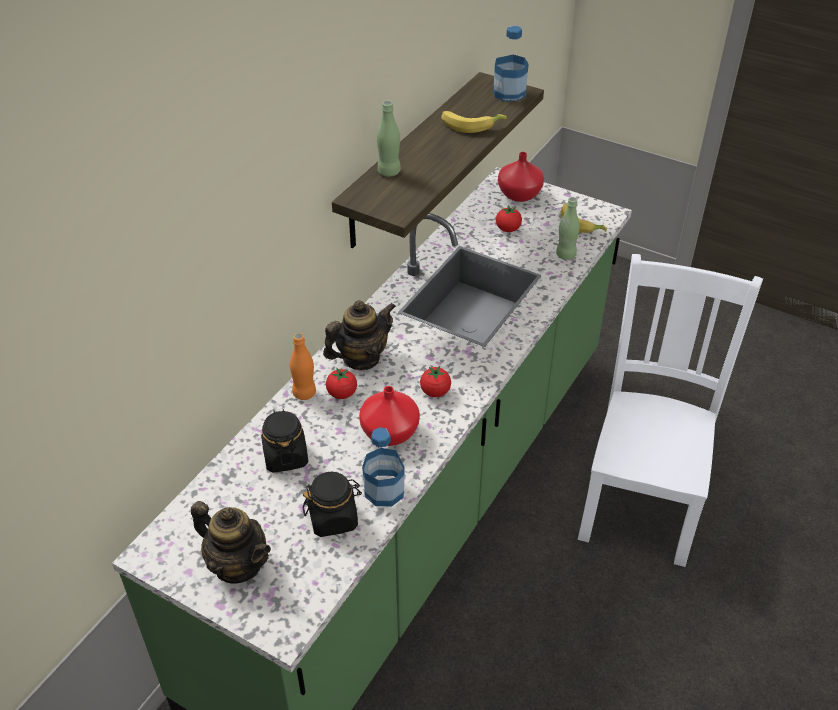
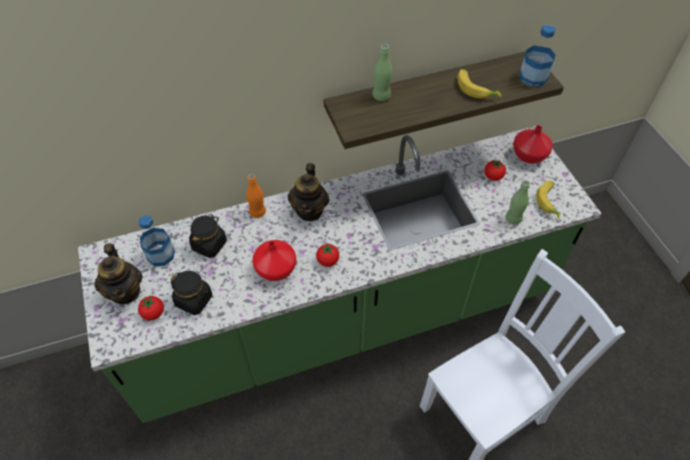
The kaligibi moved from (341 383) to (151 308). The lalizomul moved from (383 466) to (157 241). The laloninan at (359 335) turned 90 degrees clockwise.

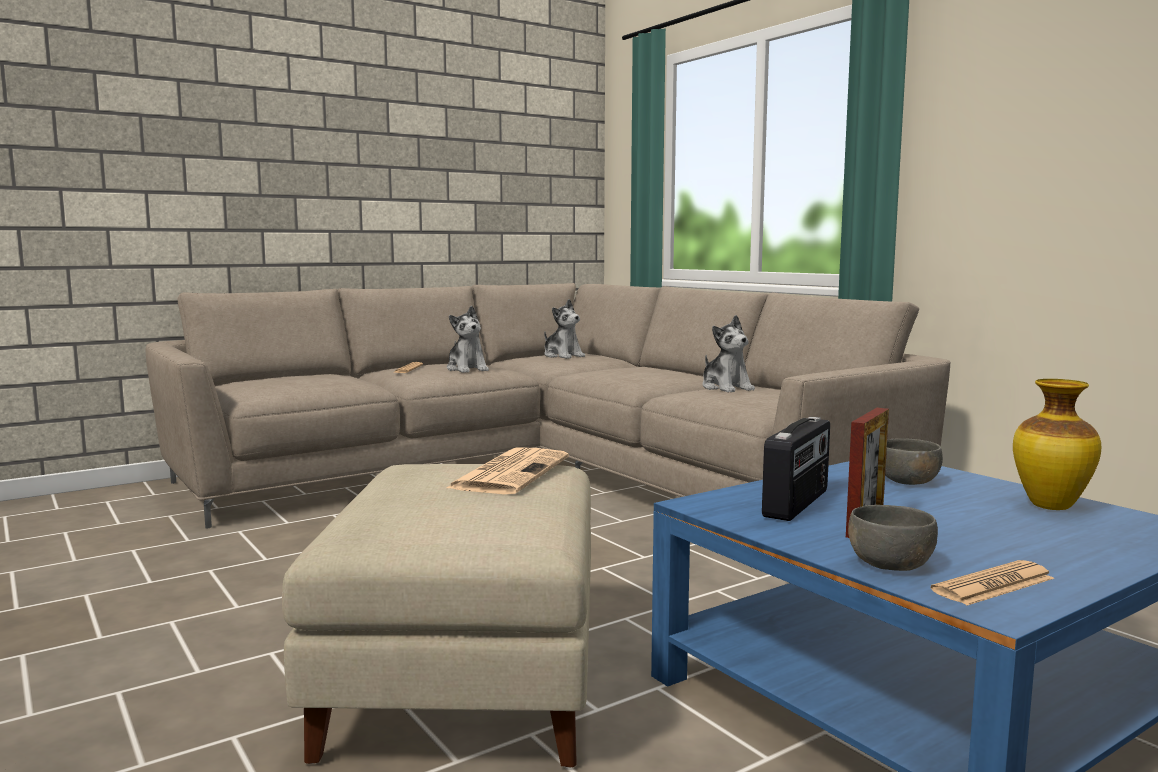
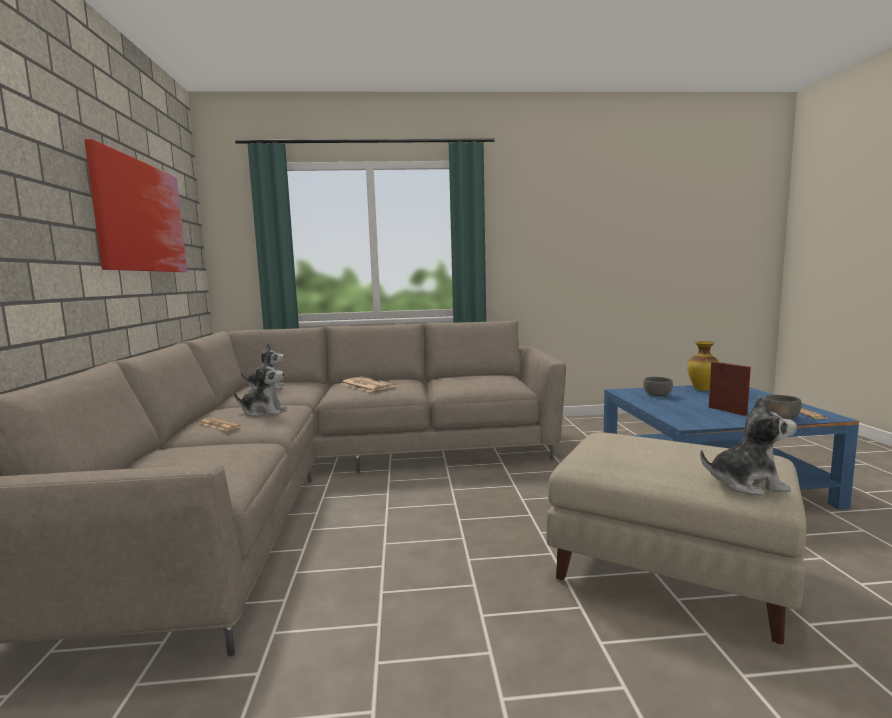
The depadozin at (796 469) disappeared. The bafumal at (135 205) appeared. The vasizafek moved from (507 470) to (368 384). The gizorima moved from (728 354) to (748 446).

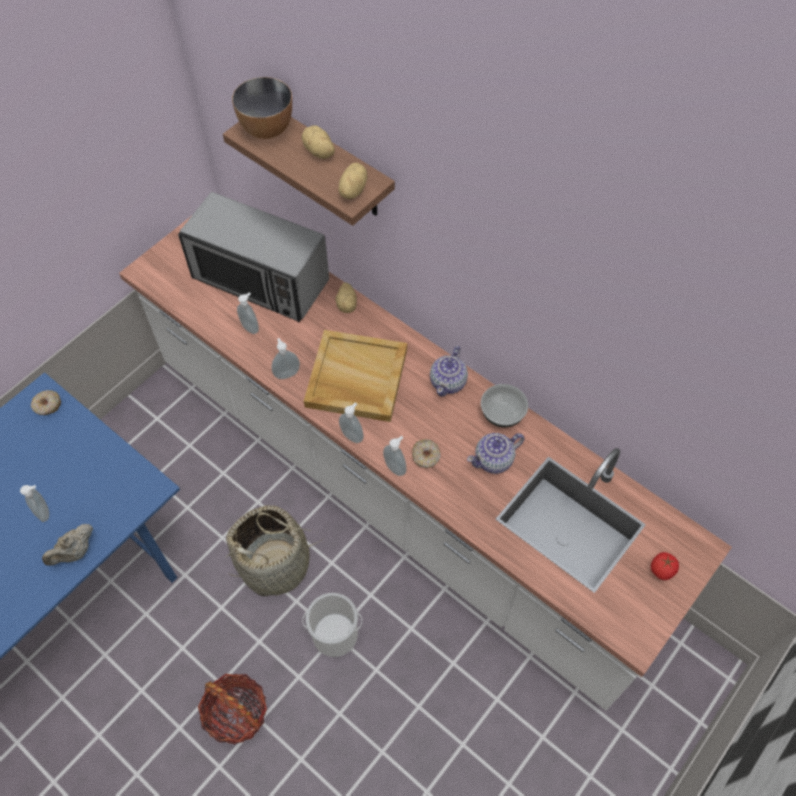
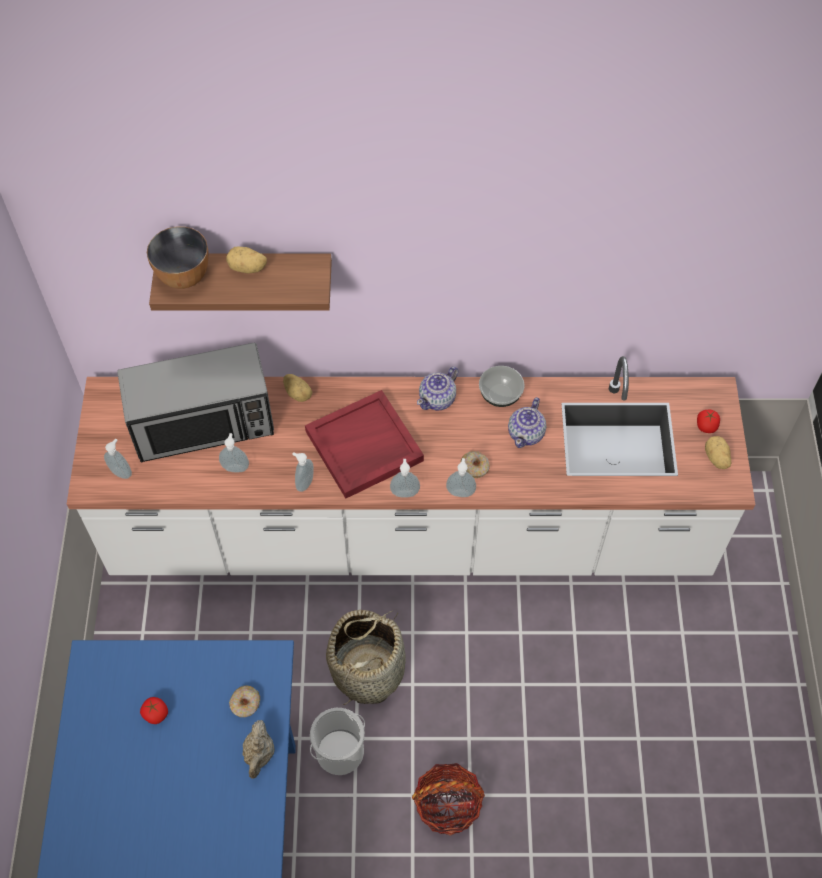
The kaligibi at (154 710) appeared. The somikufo moved from (34 503) to (118 459). The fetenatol moved from (46 402) to (244 701). The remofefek moved from (332 625) to (337 741). The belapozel moved from (353 181) to (718 452). The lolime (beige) at (355 376) became the lolime (red) at (364 444). The laloninan at (449 371) turned 60 degrees clockwise.

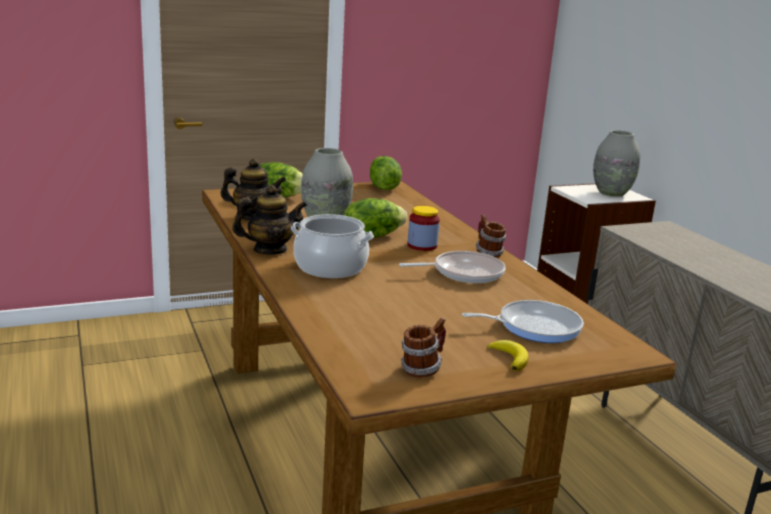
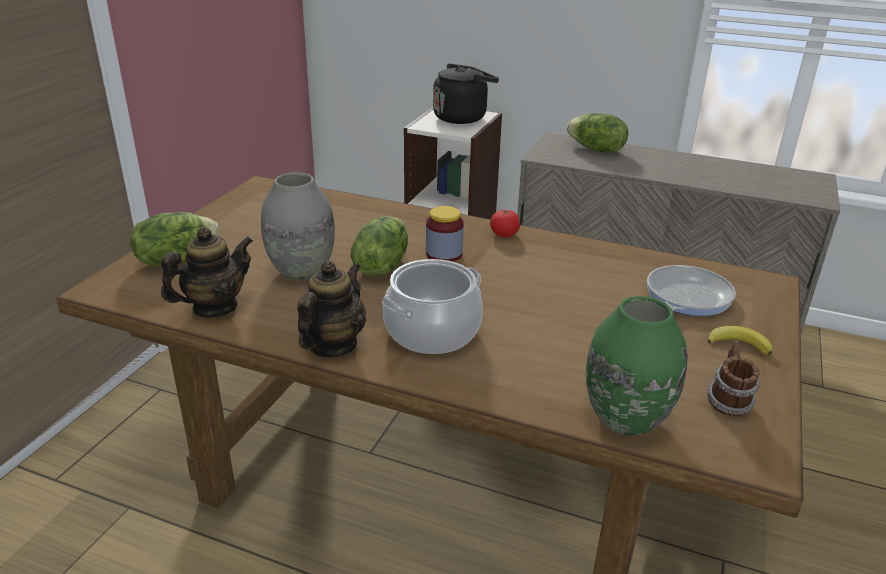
The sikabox at (452 267) disappeared. The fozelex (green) at (637 366) appeared. The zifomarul moved from (386 173) to (597 132). The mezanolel at (491 236) was replaced by the kaligibi at (505 223). The fozelex (grey) at (616 163) was replaced by the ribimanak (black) at (466 94).

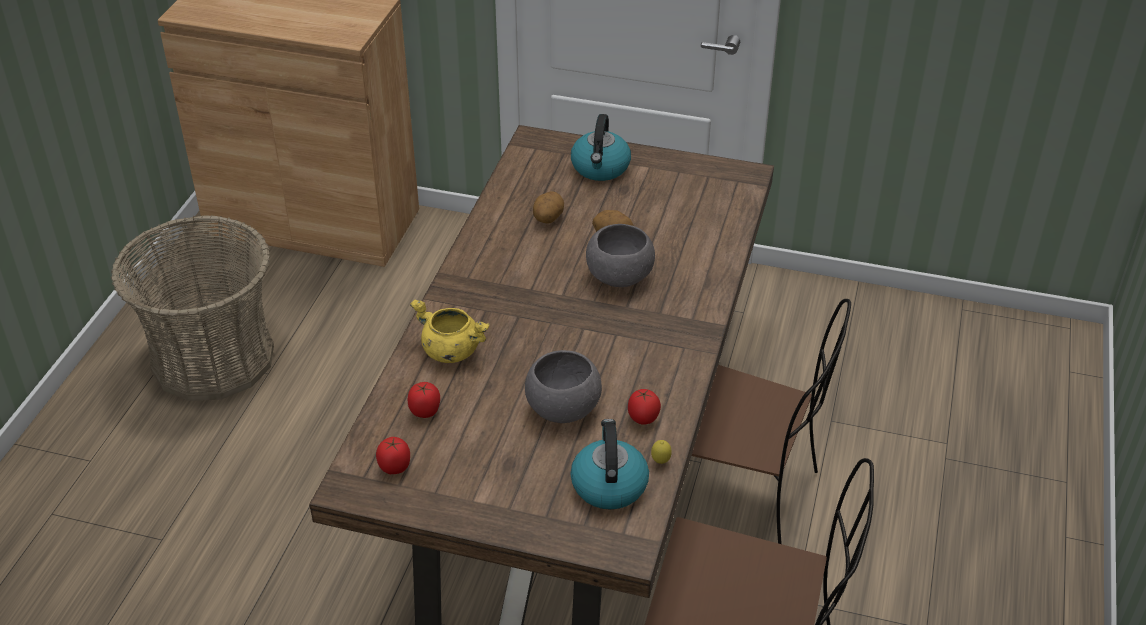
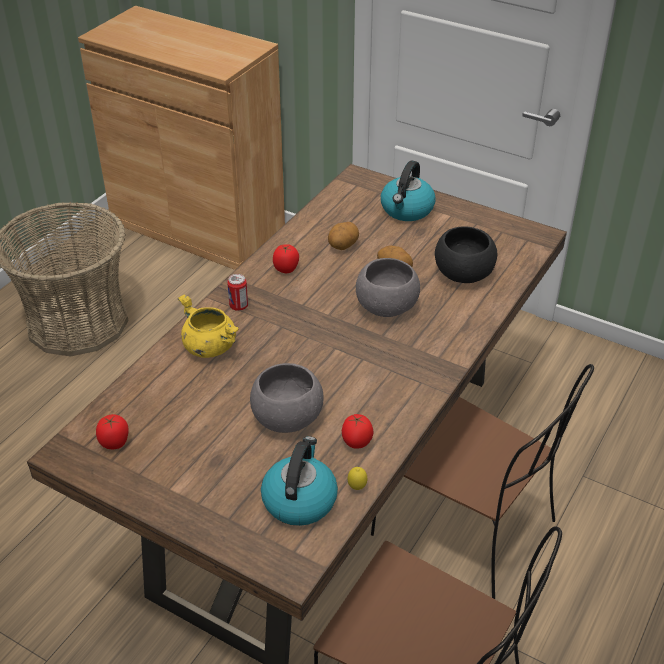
The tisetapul at (237 292) appeared. The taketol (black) at (466 254) appeared. The kaligibi moved from (423 400) to (286 258).

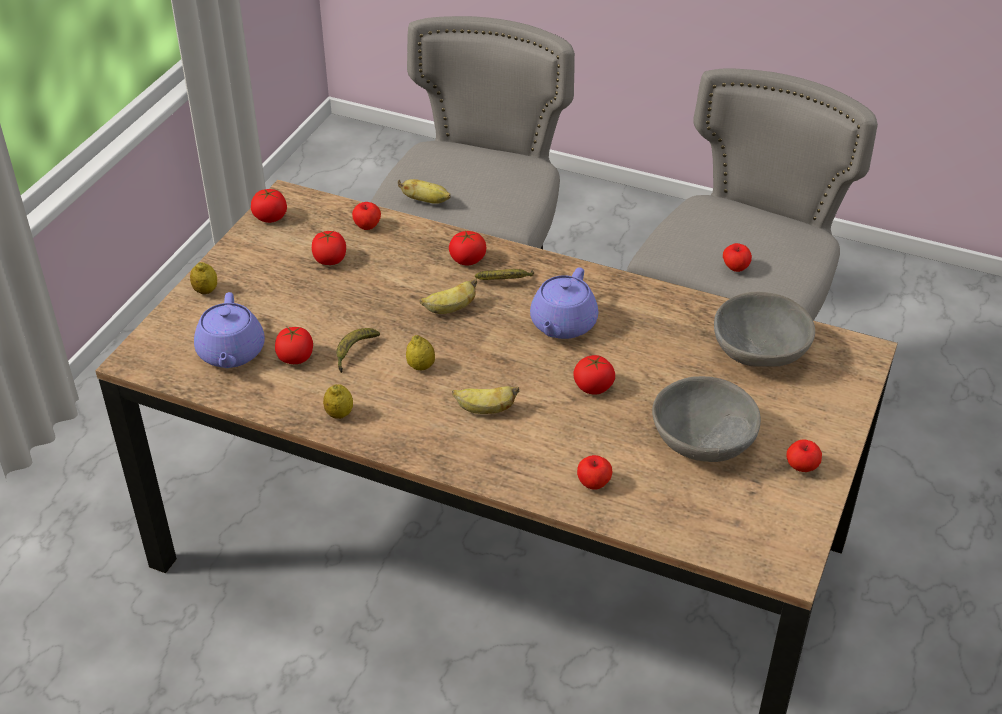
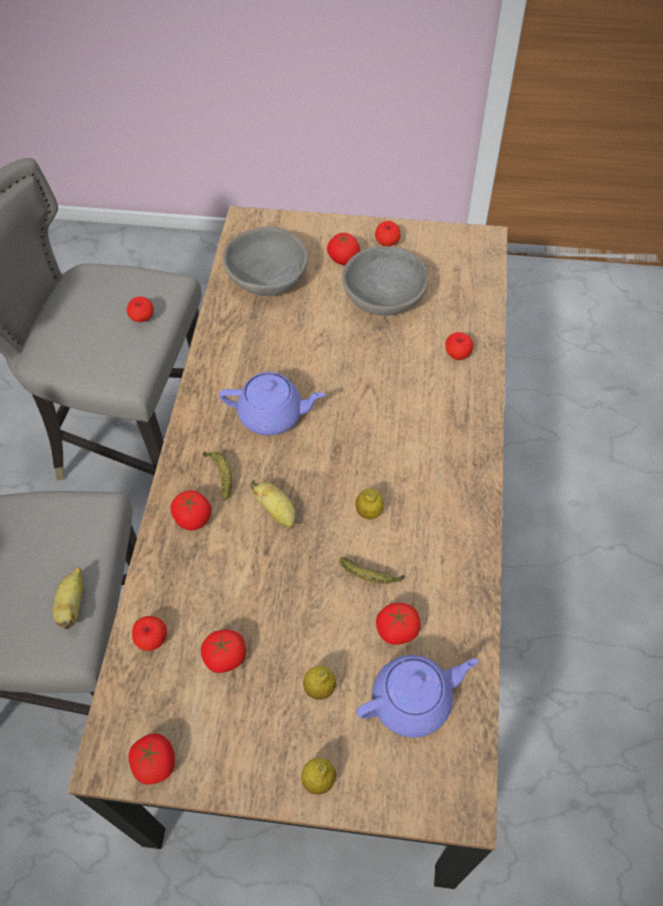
The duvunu at (485 400) disappeared. The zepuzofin moved from (338 402) to (319 683). The kaligibi moved from (594 375) to (343 248).

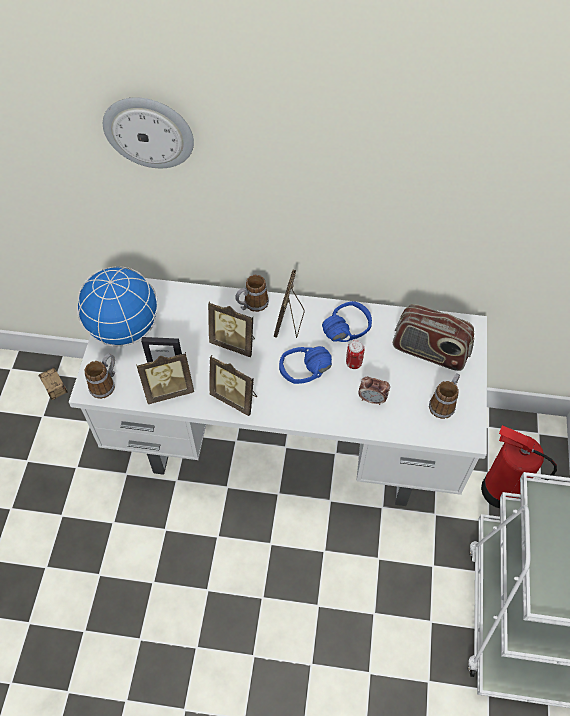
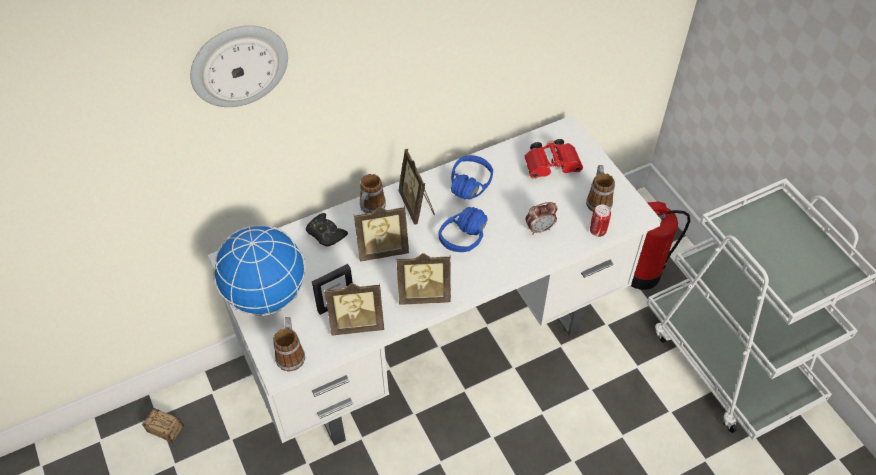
The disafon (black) at (327 229) appeared. The tisetapul moved from (355 354) to (600 221). The depadozin at (433 337) was replaced by the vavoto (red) at (553 159). The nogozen at (165 378) turned 45 degrees clockwise.

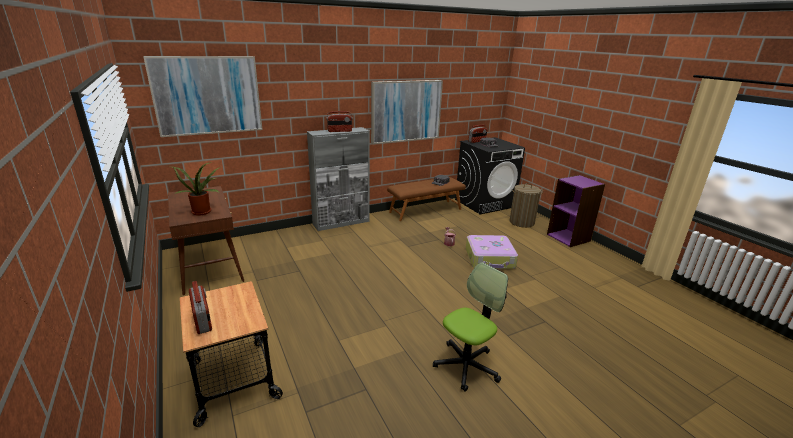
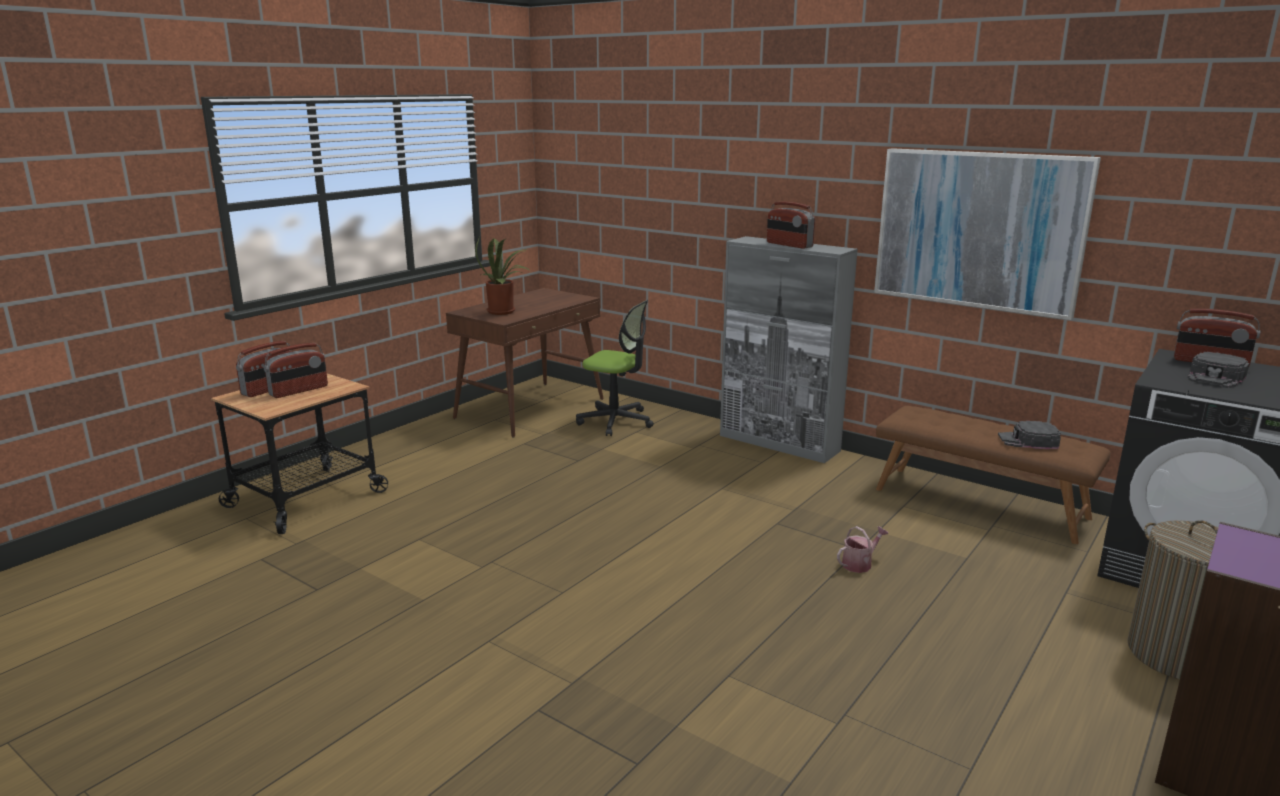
The bafumal at (203 96) disappeared. The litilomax at (492 252) disappeared. The depadozin at (296 370) appeared. The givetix moved from (470 327) to (615 368).

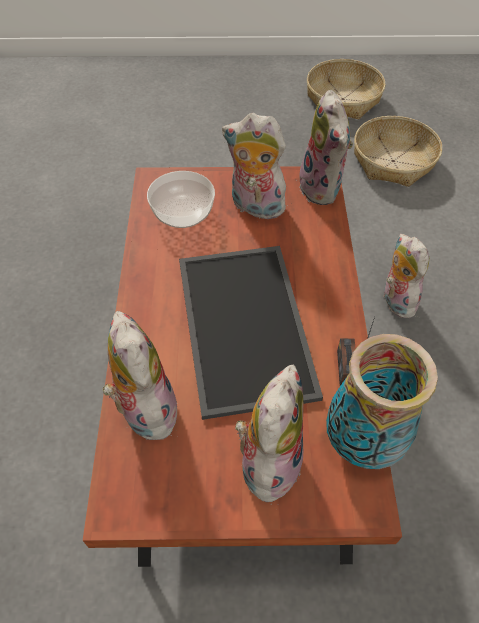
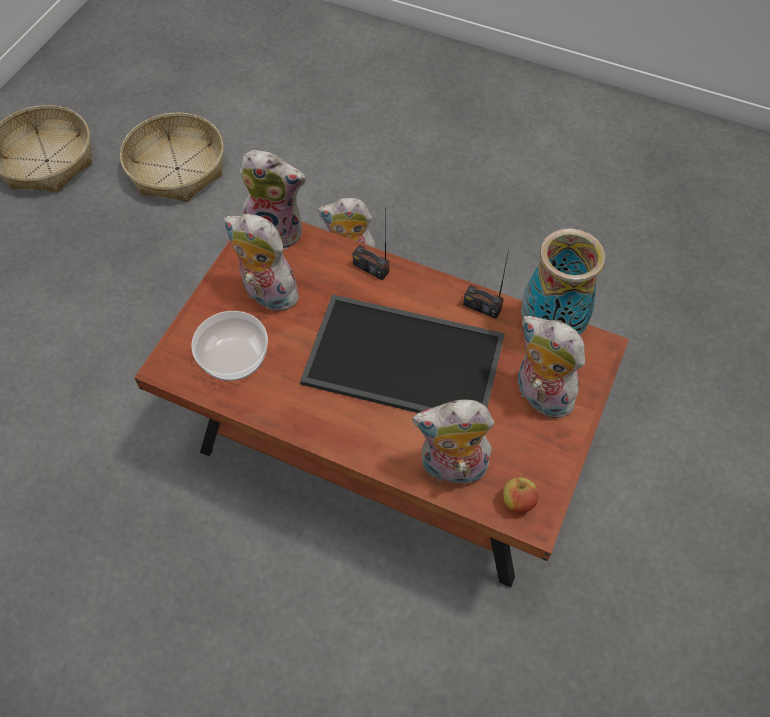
The depadozin at (371 244) appeared. The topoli at (521 494) appeared. The gizorima at (255 166) turned 75 degrees clockwise.

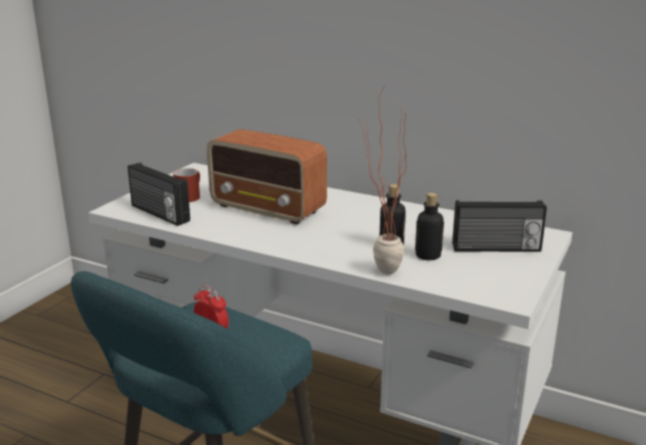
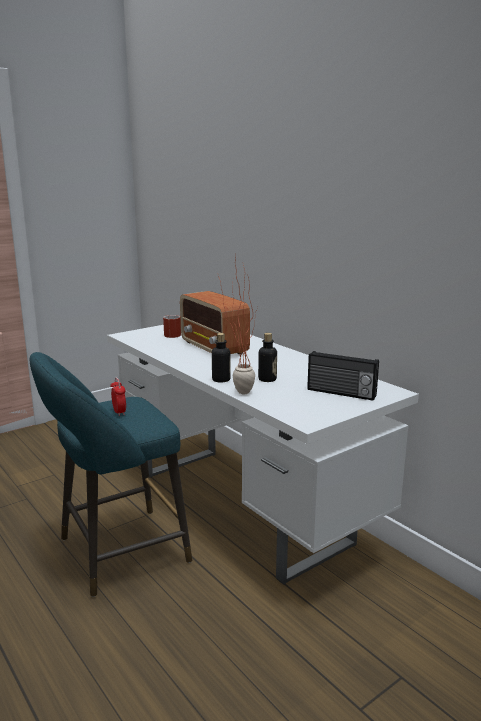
The depadozin at (159 194) disappeared. The lalizomul moved from (429 226) to (221 358).

